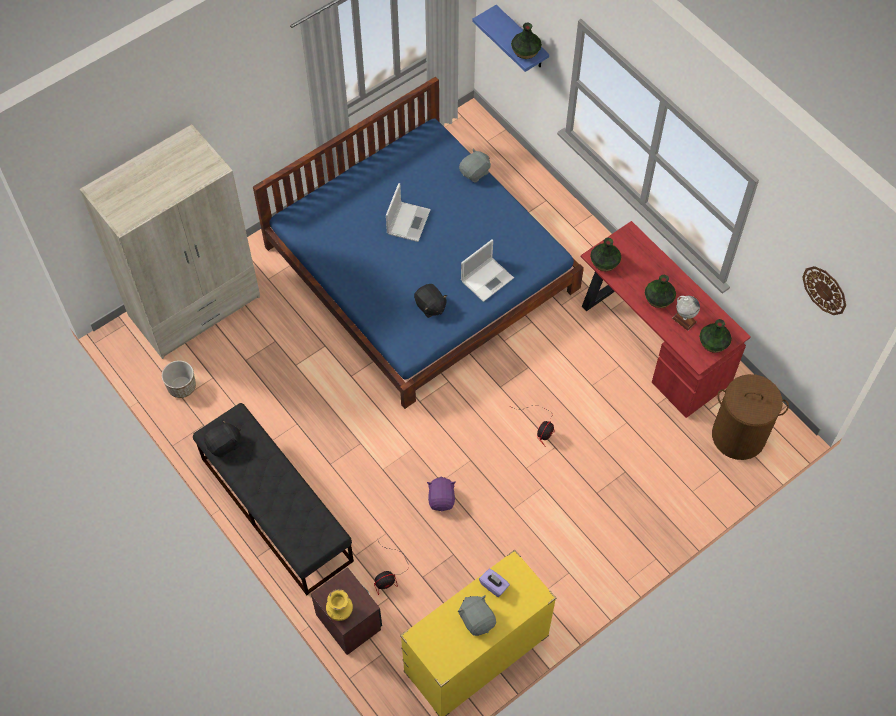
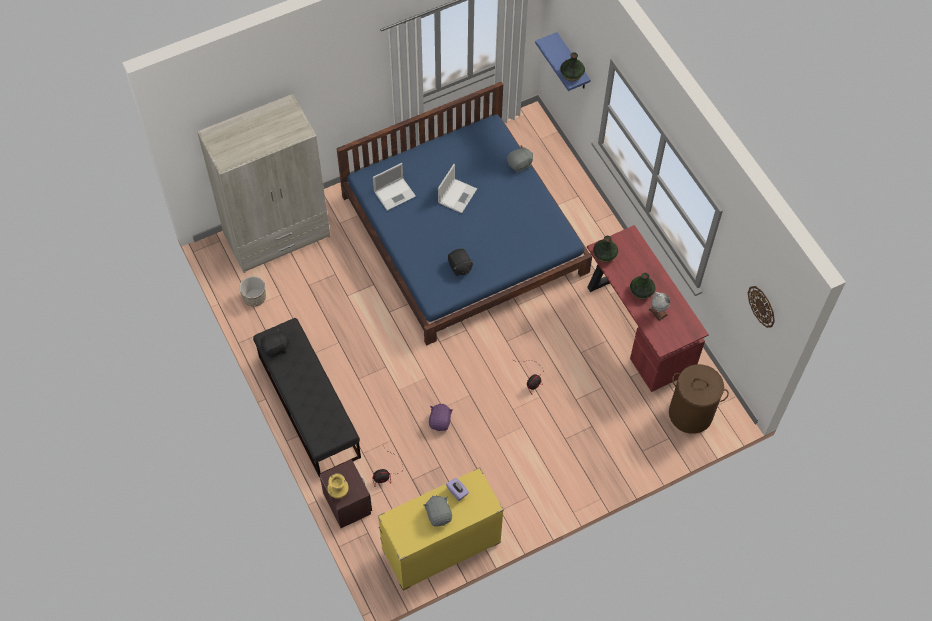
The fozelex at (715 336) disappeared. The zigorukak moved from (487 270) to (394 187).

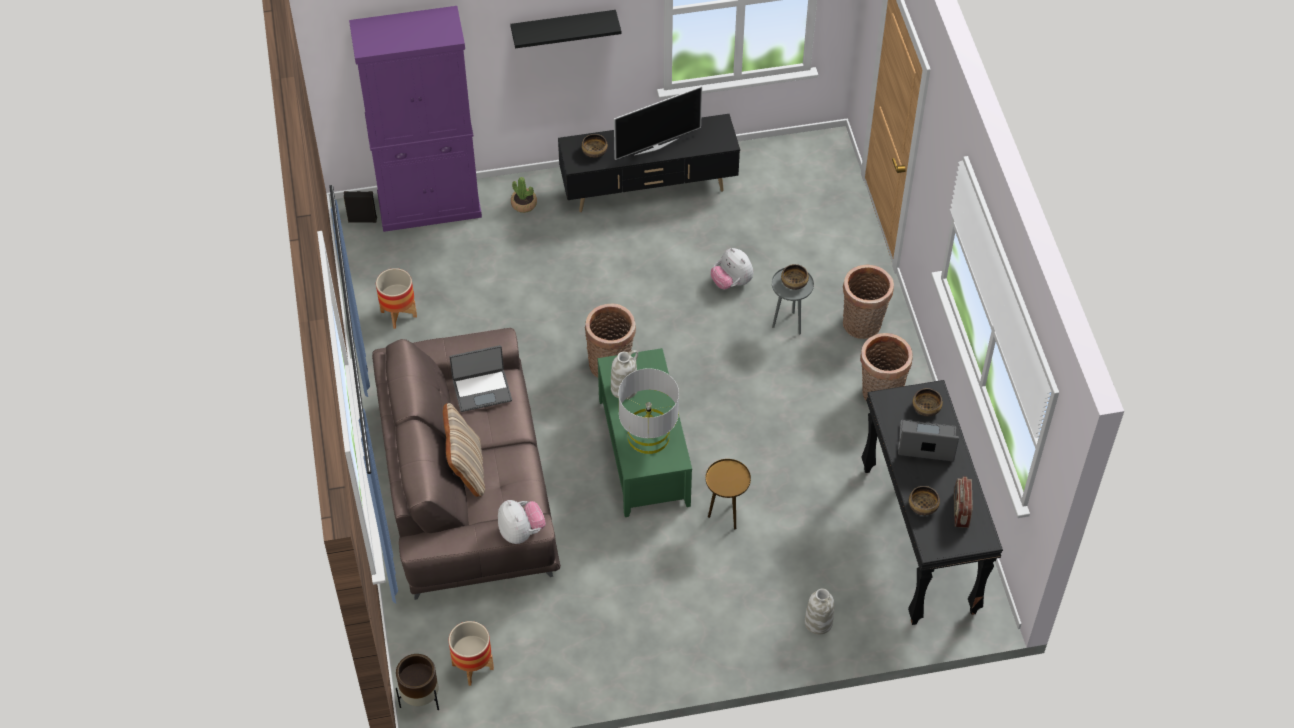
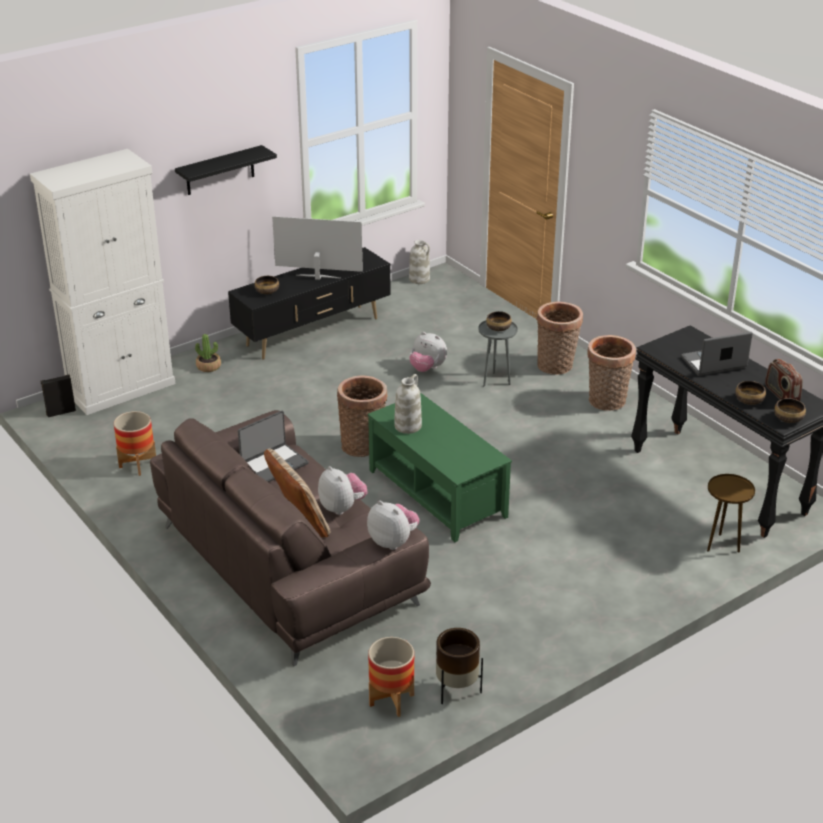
The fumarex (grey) at (648 411) disappeared. The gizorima at (343 490) appeared. The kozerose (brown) moved from (417 682) to (459 666). The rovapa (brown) moved from (728 494) to (731 513). The fozelex (white) moved from (819 611) to (419 262). The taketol moved from (927 402) to (790 410). The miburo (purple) at (415 119) became the miburo (white) at (102 282). The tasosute at (658 123) turned 120 degrees counterclockwise.

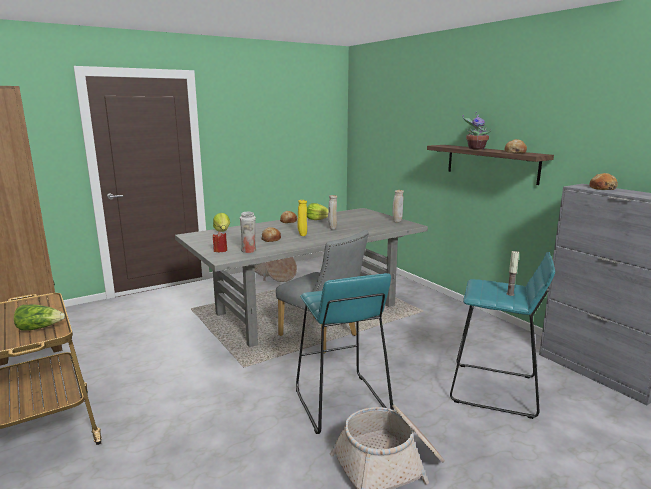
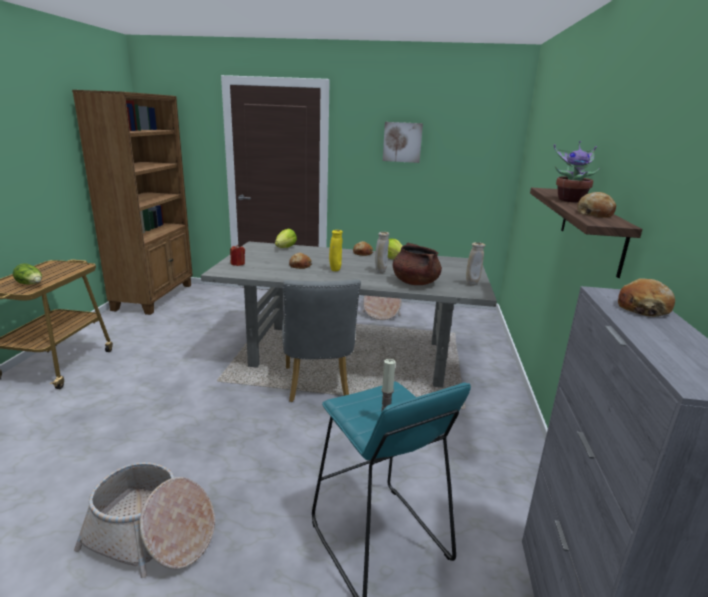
The fozelex (white) at (248 232) disappeared. The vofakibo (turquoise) at (345 353) disappeared. The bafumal at (403 142) appeared. The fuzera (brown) at (417 264) appeared.

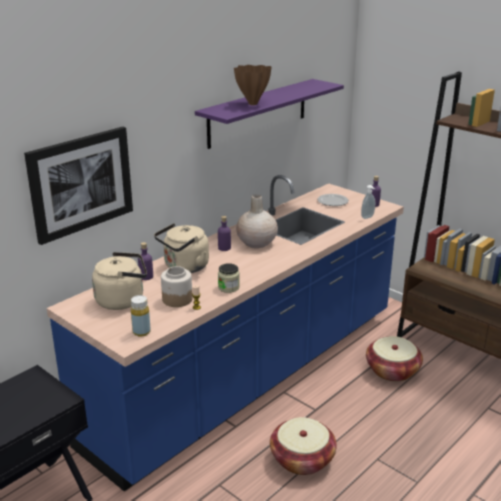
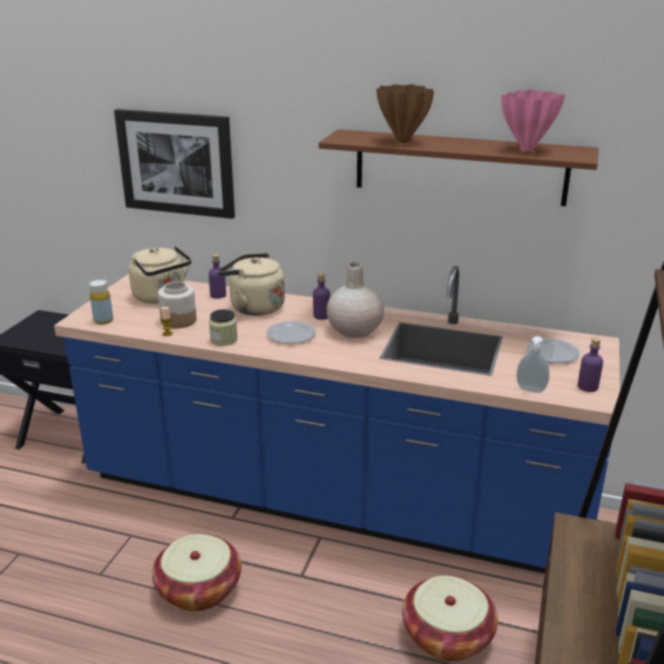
The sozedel at (291 332) appeared. The fozelex (pink) at (533 120) appeared. The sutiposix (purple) at (269 114) became the sutiposix (brown) at (459 167).

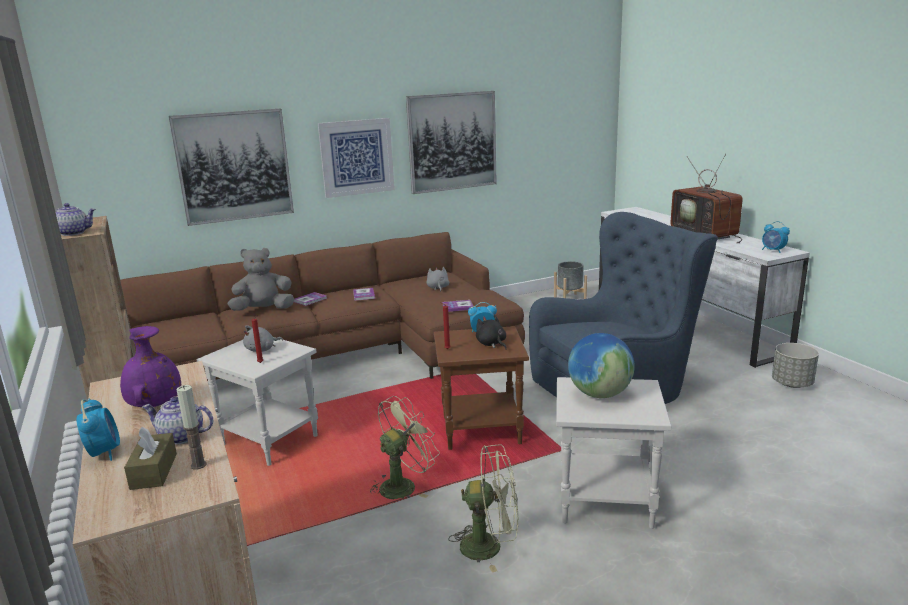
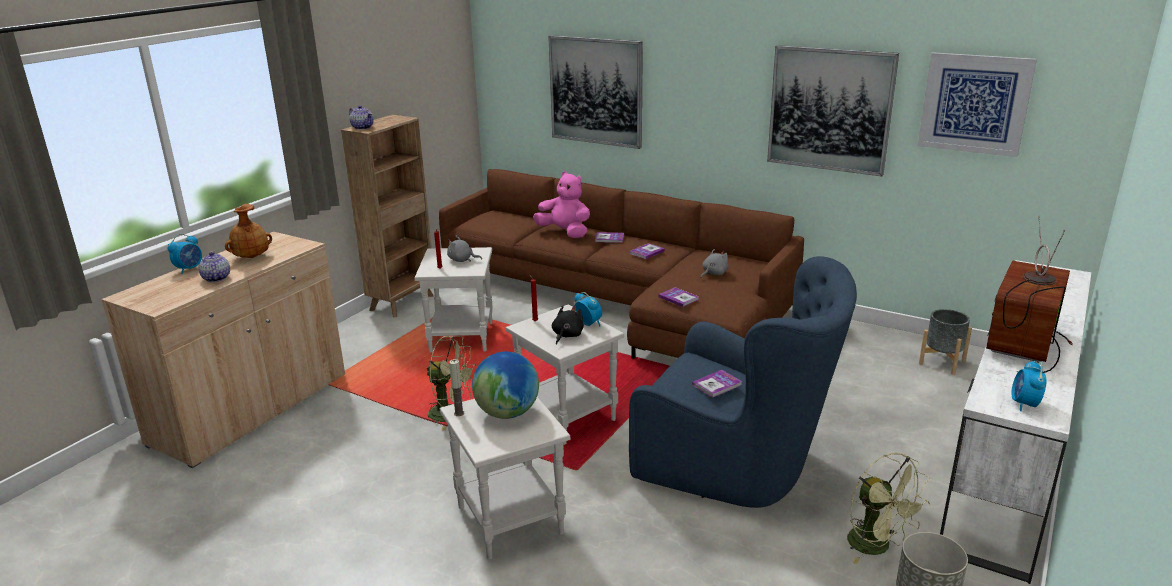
The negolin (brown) at (150 458) disappeared. The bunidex at (717 384) appeared. The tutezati moved from (191 427) to (456 387). The bafumal moved from (356 158) to (977 104). The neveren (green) moved from (483 508) to (888 508). The fozelex (purple) at (150 366) became the fozelex (brown) at (248 231). The gizorima (grey) at (260 279) became the gizorima (pink) at (561 204). The rovapa (brown) at (481 388) became the rovapa (white) at (565 374).

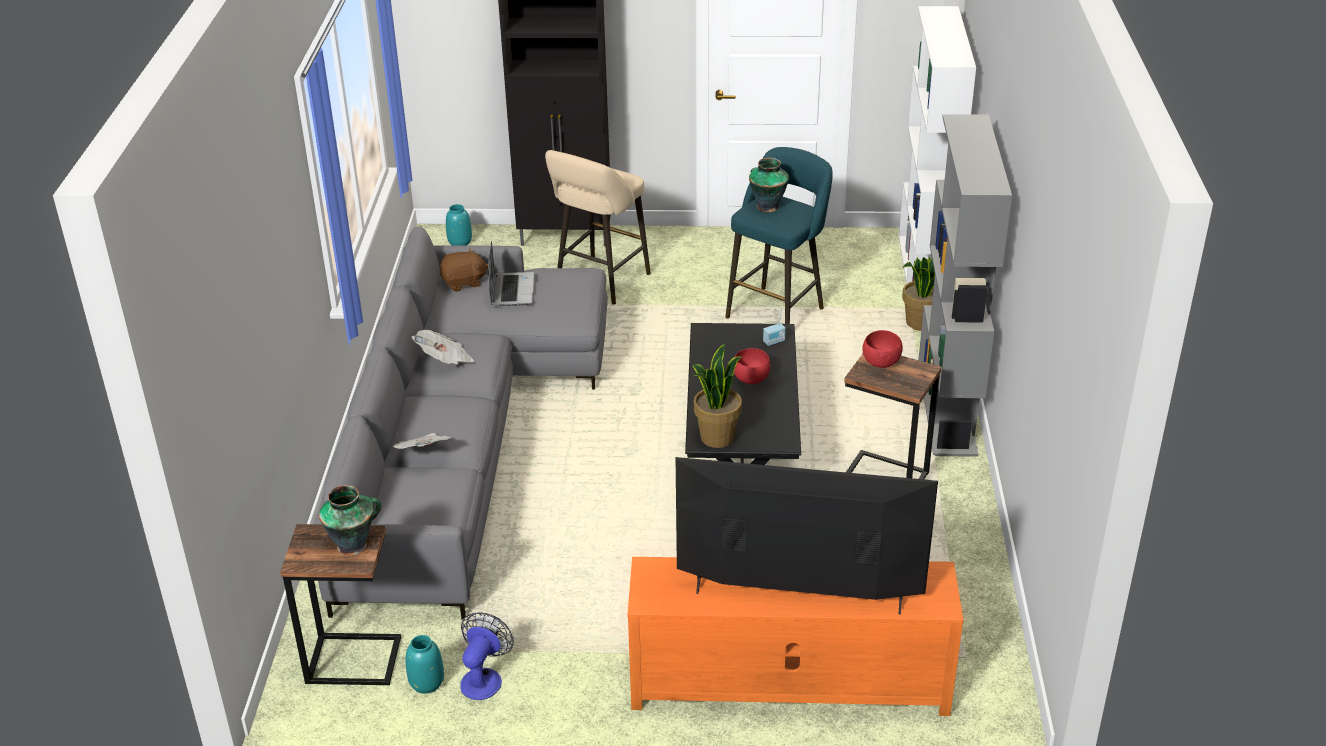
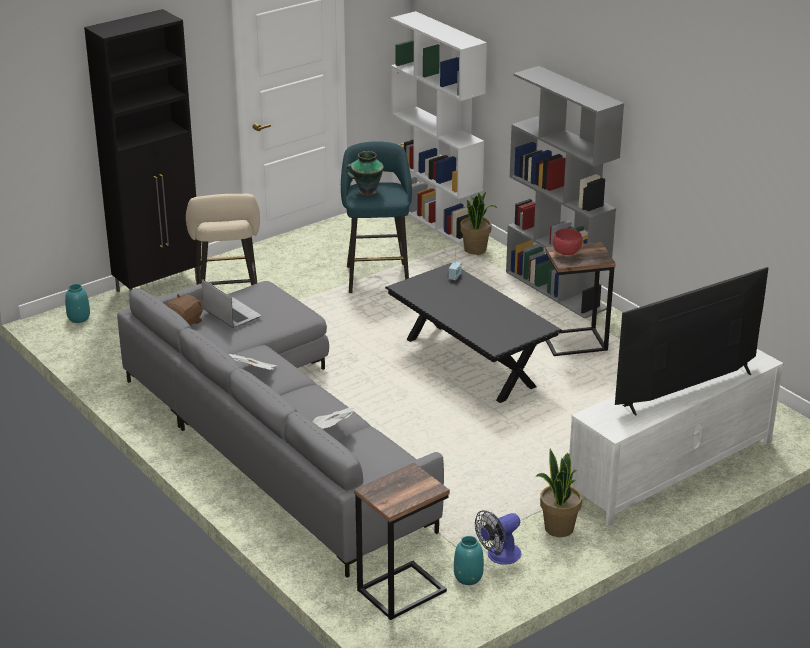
The fozelex at (350 520) disappeared. The taketol (red) at (752 366) disappeared. The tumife moved from (717 396) to (559 493). The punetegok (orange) at (796 636) became the punetegok (white) at (676 437). The neveren at (487 656) turned 105 degrees counterclockwise.

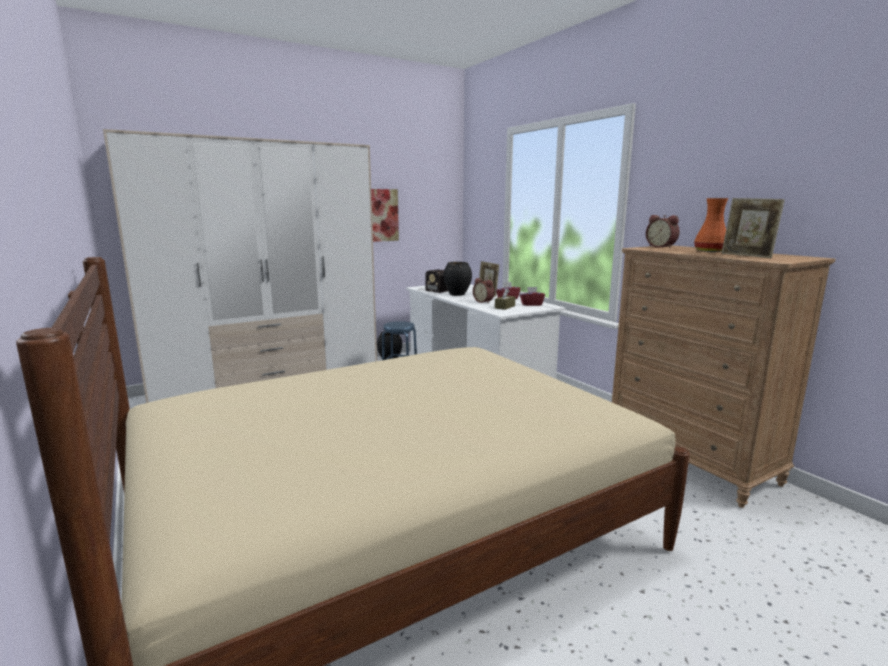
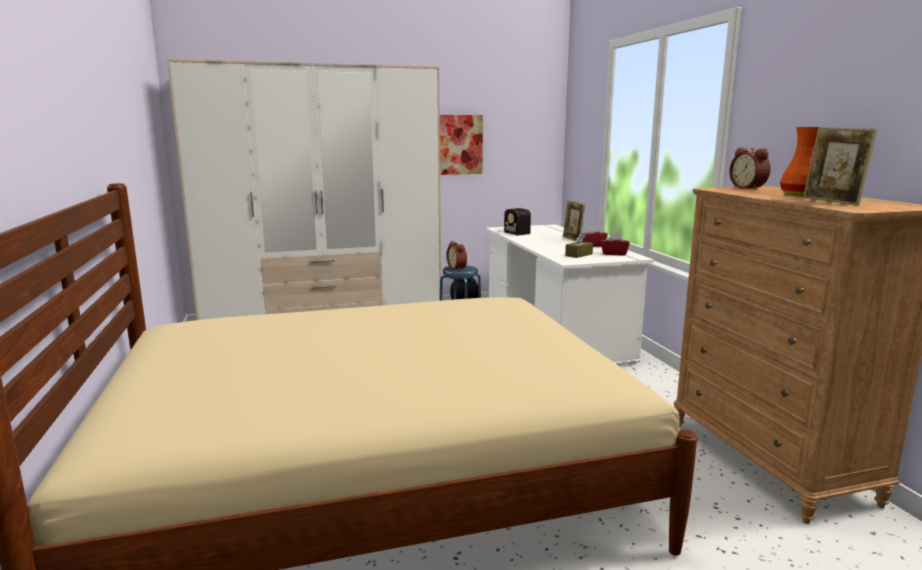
The fozelex (black) at (458 279) disappeared. The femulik moved from (484 290) to (456 256).

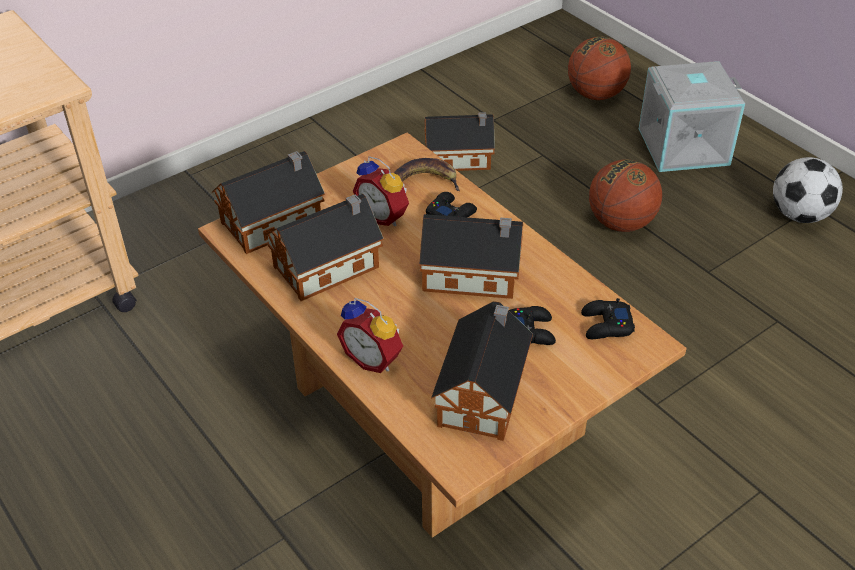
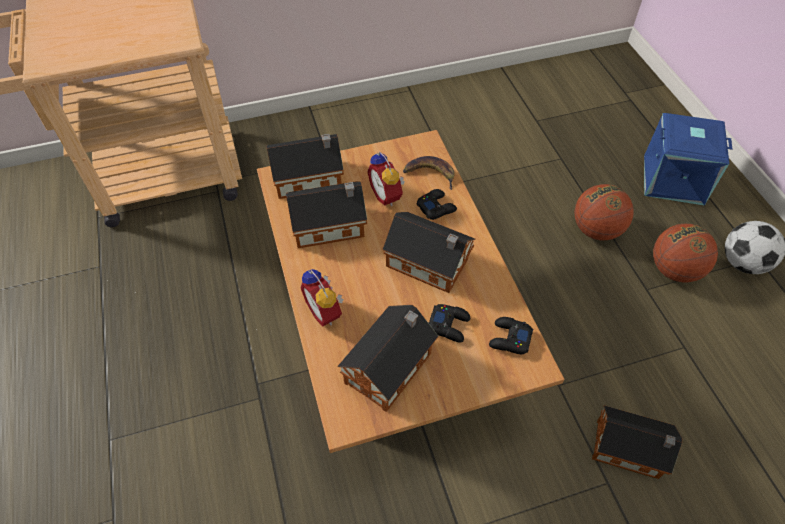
The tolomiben moved from (459 141) to (637 442). The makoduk moved from (599 68) to (685 253). The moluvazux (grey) at (692 116) became the moluvazux (blue) at (688 159).

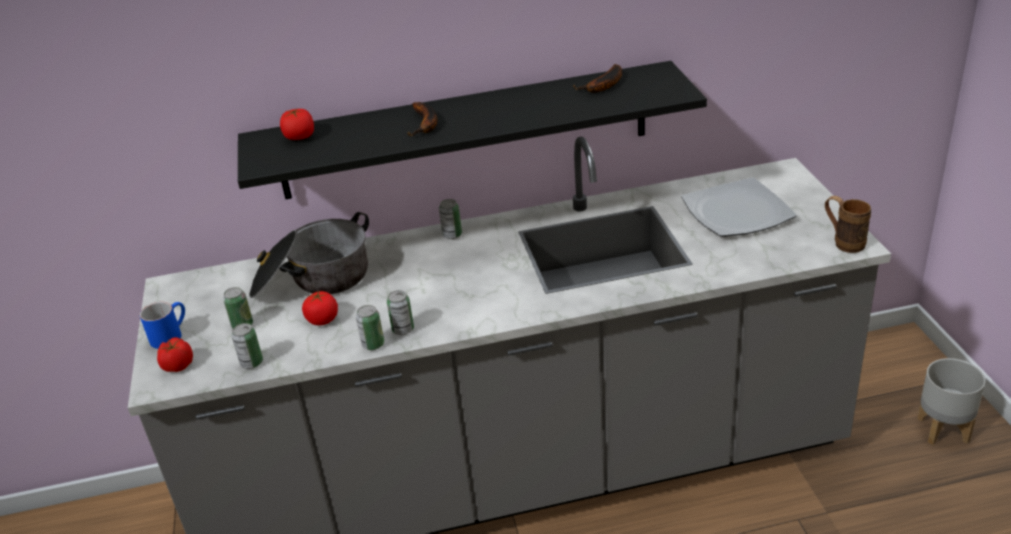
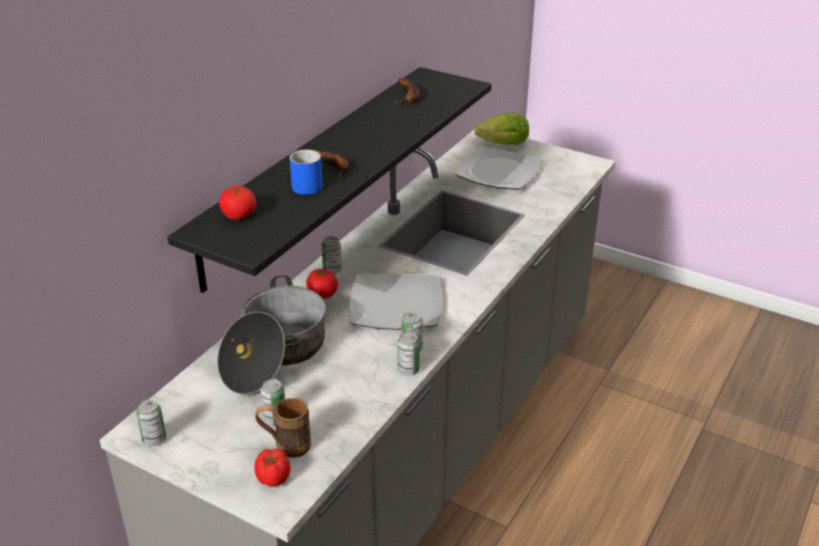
The kozerose (grey) at (951 401) disappeared. The sozedel at (395 302) appeared. The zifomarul at (501 129) appeared. The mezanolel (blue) moved from (162 325) to (306 172). The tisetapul moved from (247 346) to (151 422). The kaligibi moved from (320 308) to (322 284). The mezanolel (brown) moved from (848 224) to (283 428).

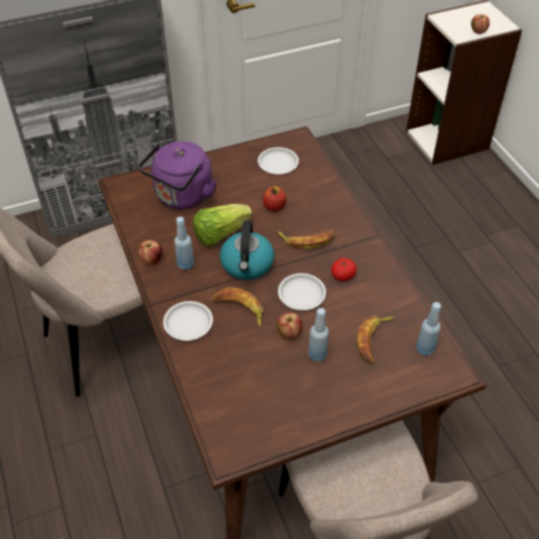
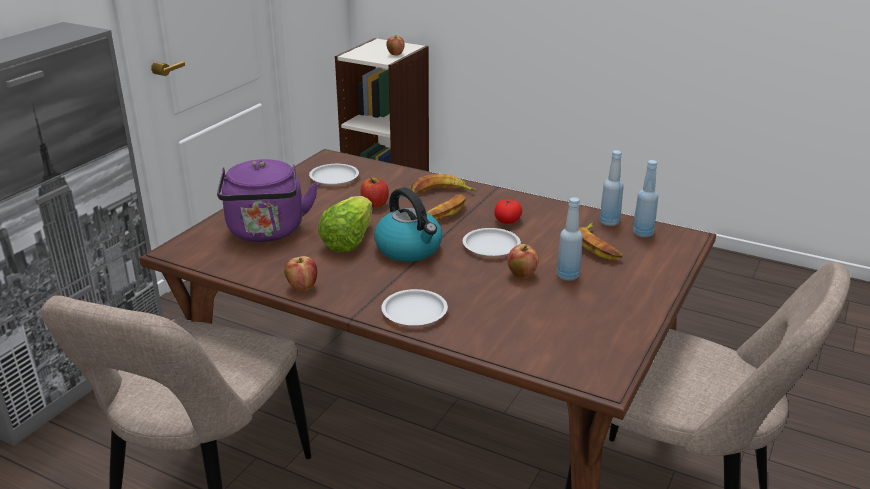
The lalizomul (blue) moved from (184 243) to (611 188). The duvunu moved from (237 307) to (443 184).

